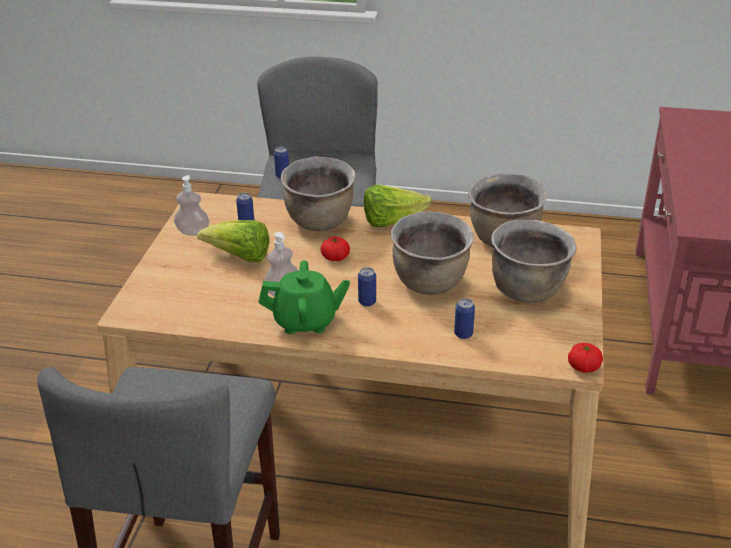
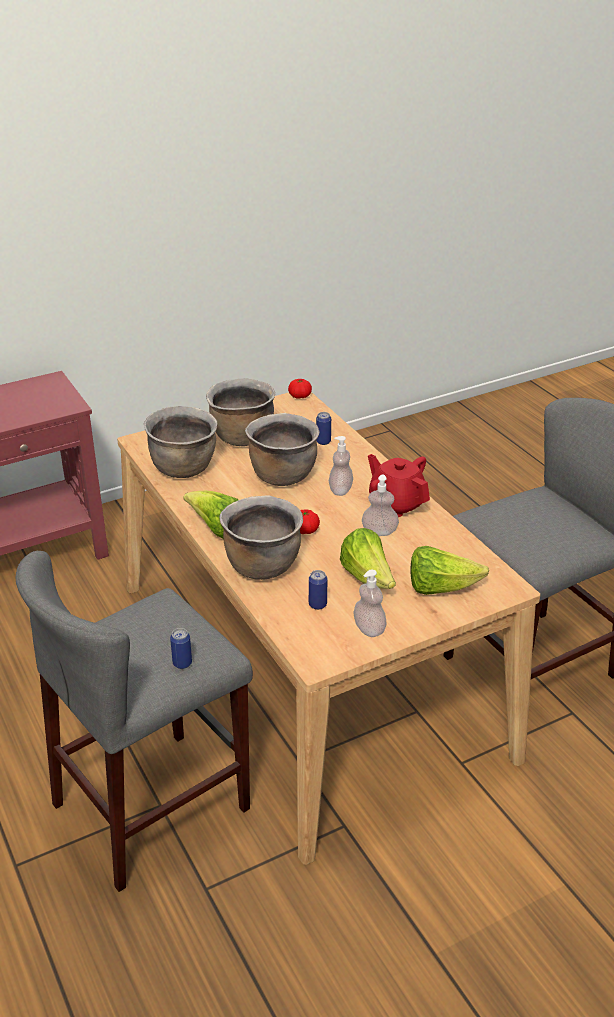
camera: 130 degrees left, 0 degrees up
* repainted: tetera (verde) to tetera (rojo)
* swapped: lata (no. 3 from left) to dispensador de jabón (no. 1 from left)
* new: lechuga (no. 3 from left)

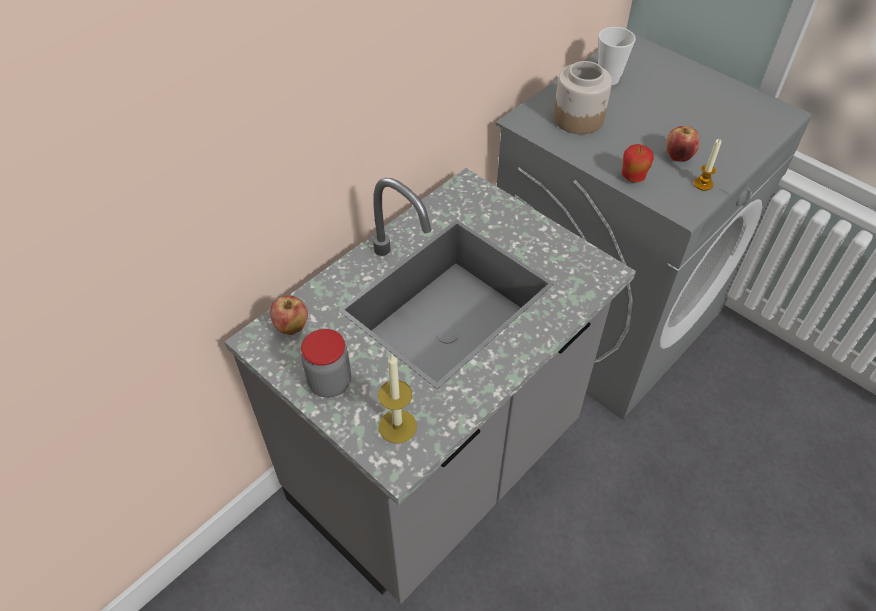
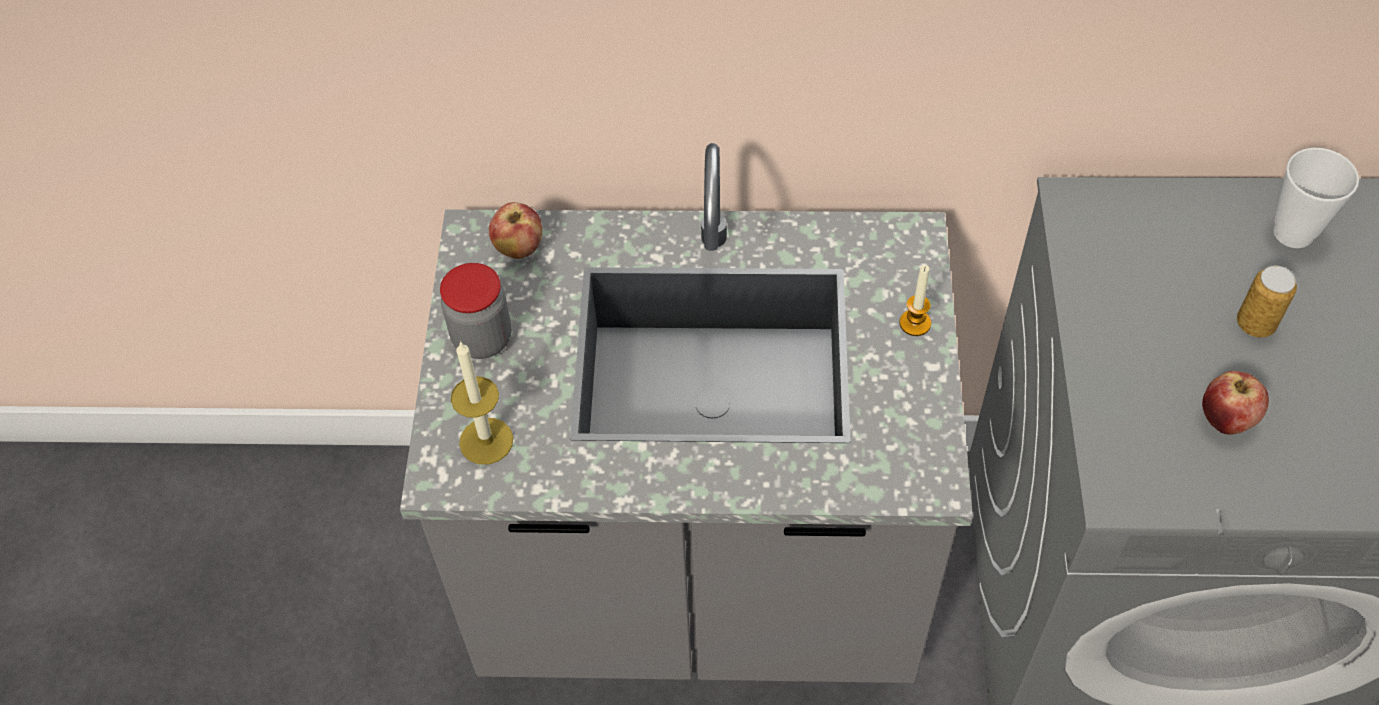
camera: 50 degrees right, 5 degrees up
* gone: tarro (no. 2 from left)
* gone: manzana (no. 2 from left)
* shifted: vela (no. 2 from left)
* new: lata

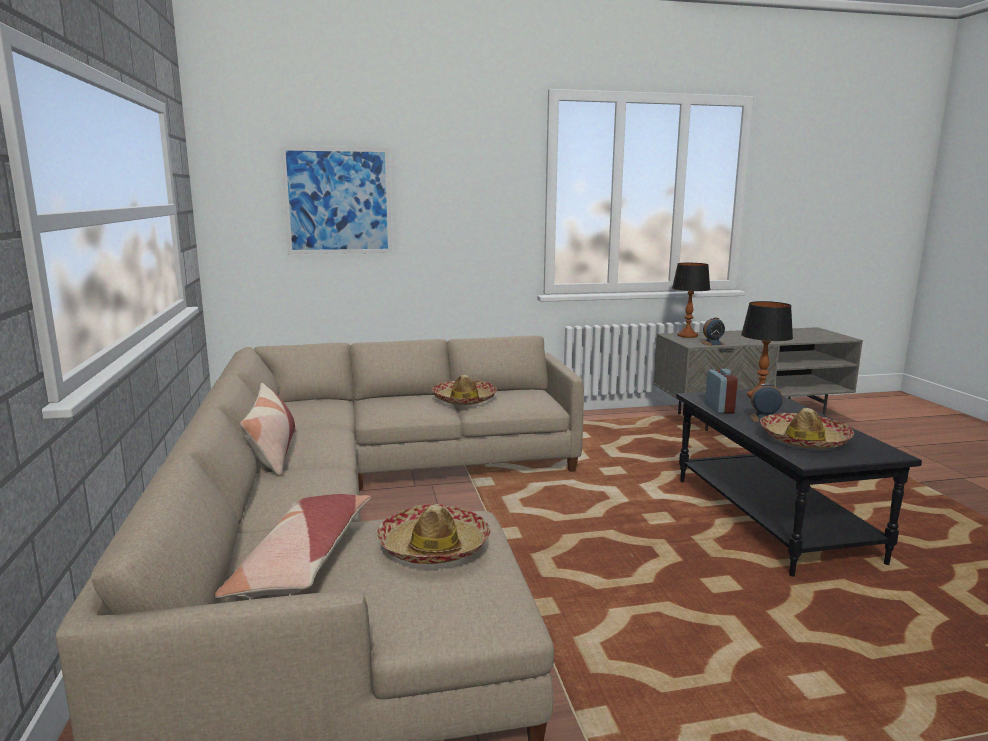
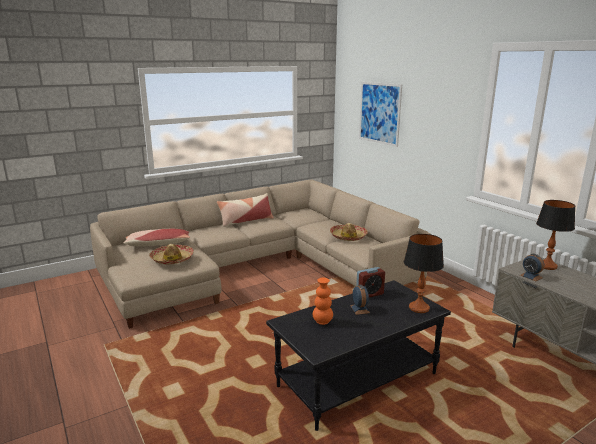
camera: 70 degrees right, 5 degrees up
* swapped: sombrero (no. 3 from left) to florero (naranja)

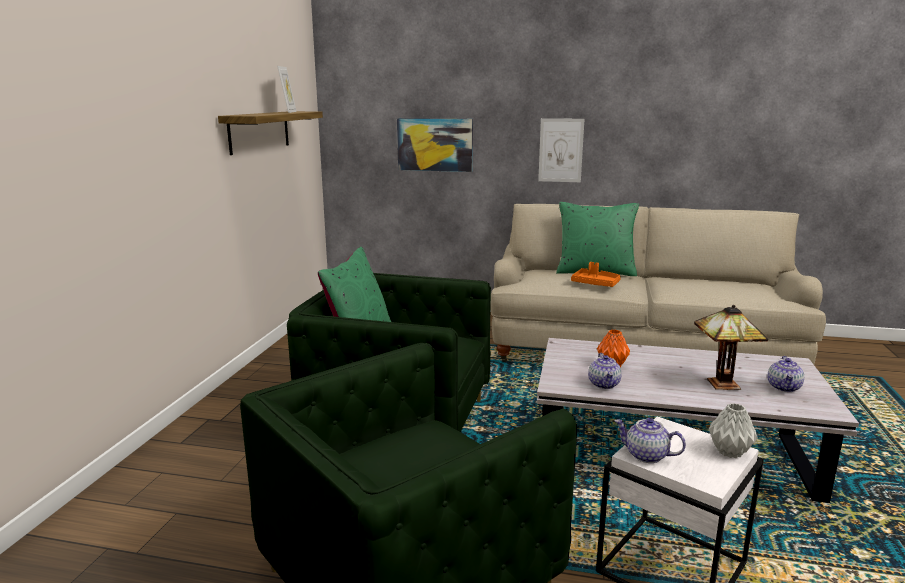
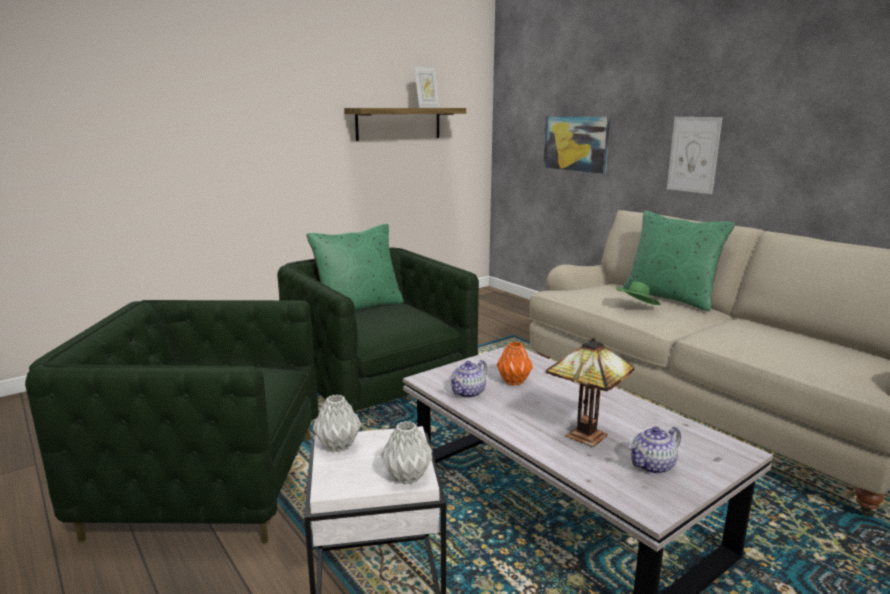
camera: 40 degrees right, 0 degrees up
* swapped: bandeja (naranja) to sombrero (verde)
* swapped: tetera (no. 2 from left) to florero (gris) (no. 1 from left)

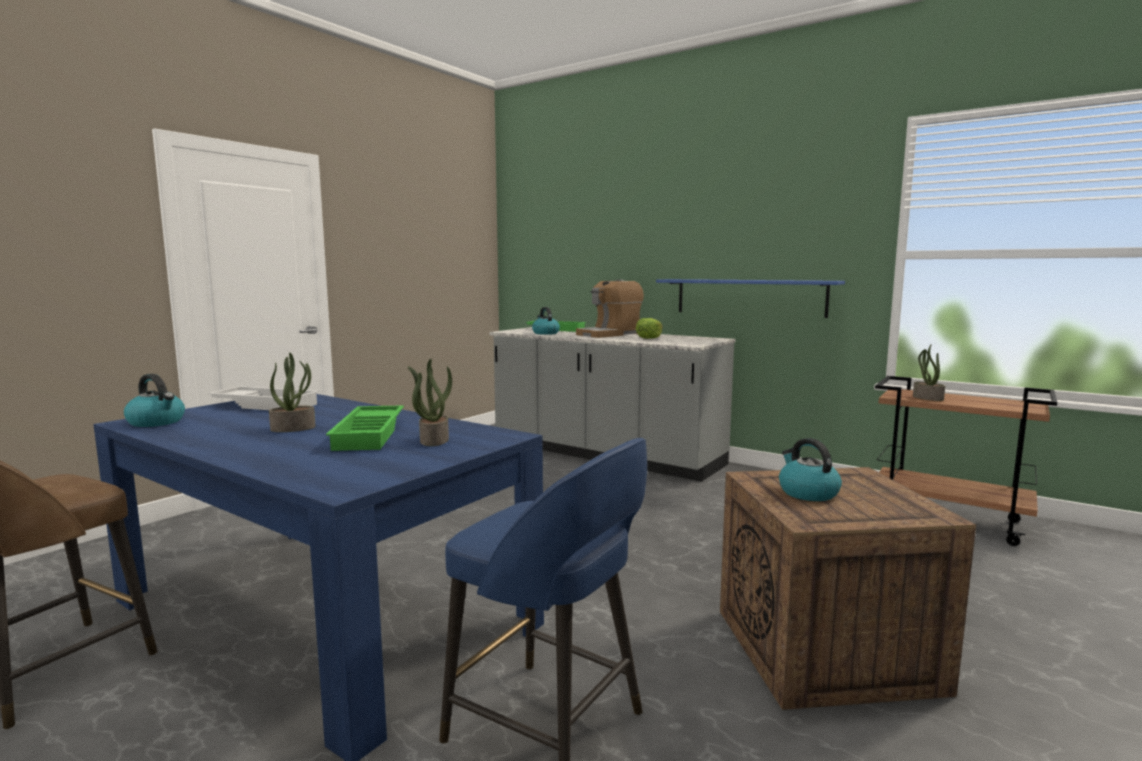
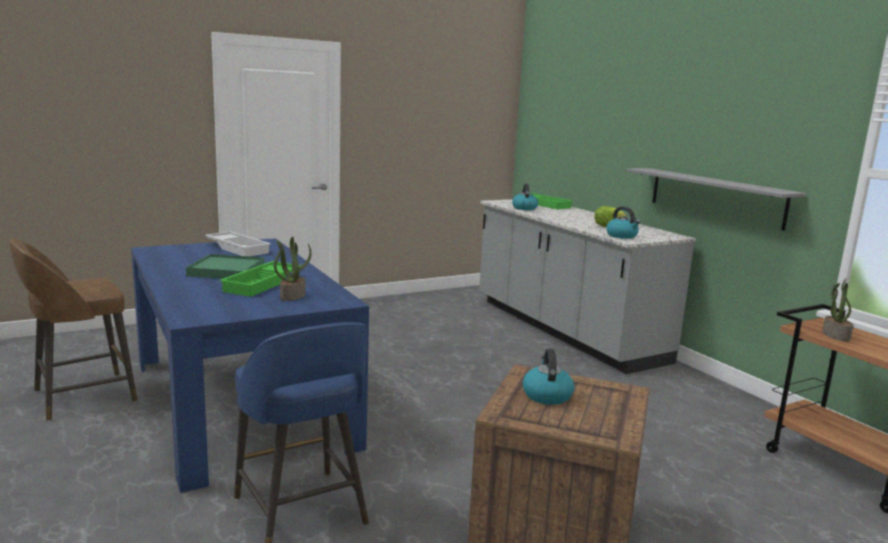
camera: 25 degrees right, 5 degrees up
* shifted: hervidor (no. 1 from left in the first image) to hervidor (no. 3 from left)
* swapped: planta en maceta (no. 1 from left) to bandeja (verde) (no. 1 from left)
* gone: cafetera
* repainted: estante (azul) to estante (gris)

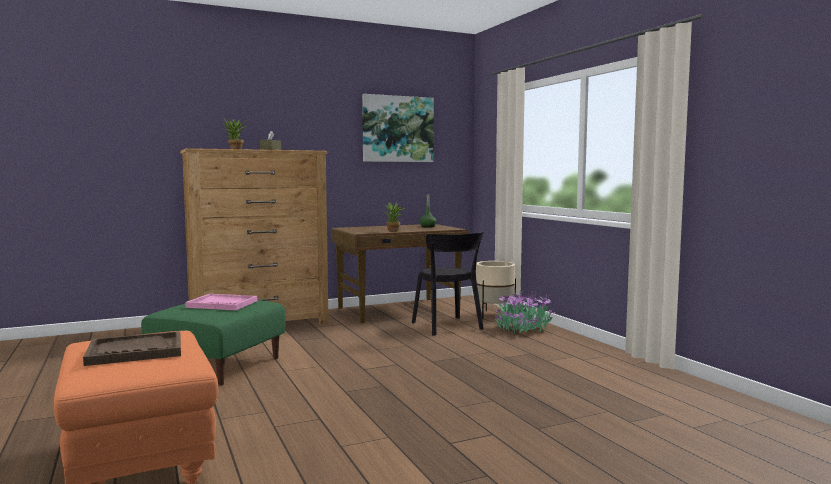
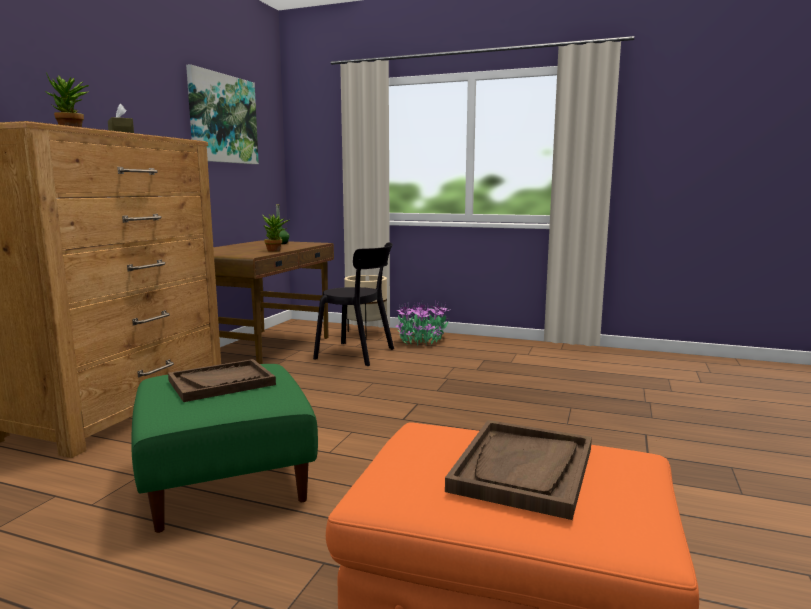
camera: 45 degrees left, 5 degrees up
* repainted: bandeja (rosa) to bandeja (marrón) (no. 1 from left)

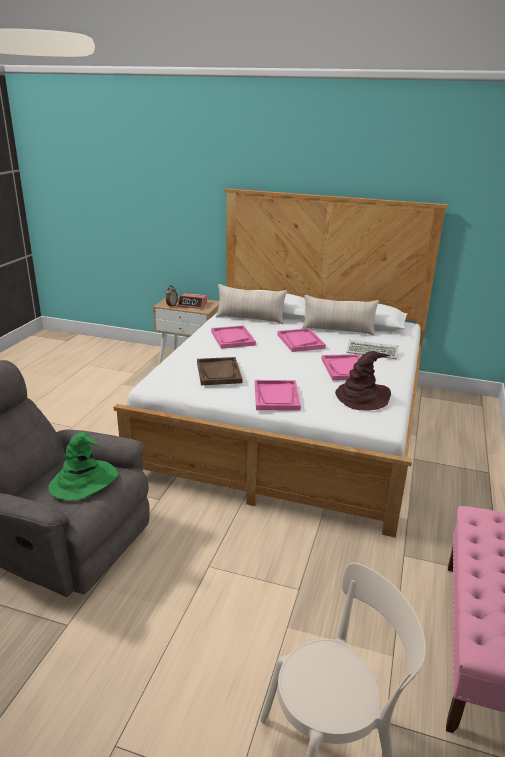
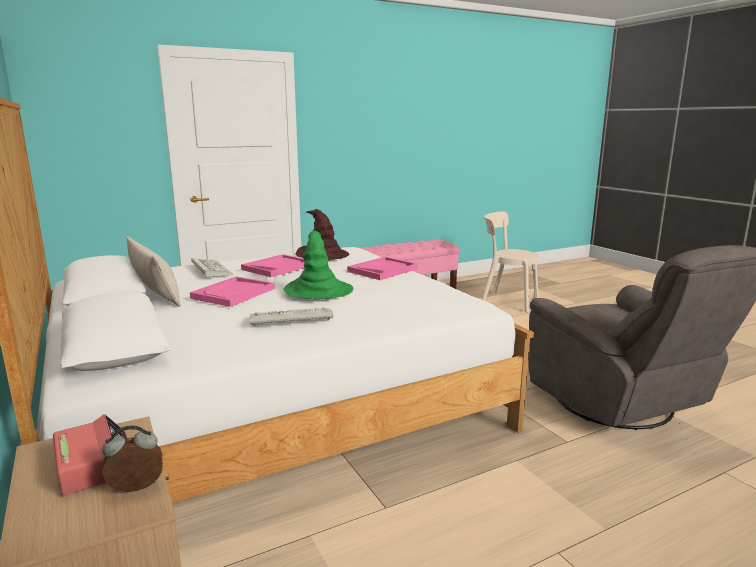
camera: 135 degrees left, 10 degrees down
* shifted: sombrero (verde)
* gone: bandeja (marrón)
* swapped: bandeja (rosa) (no. 1 from left) to teclado (no. 2 from left)
* gone: cojín (beis) (no. 1 from left)

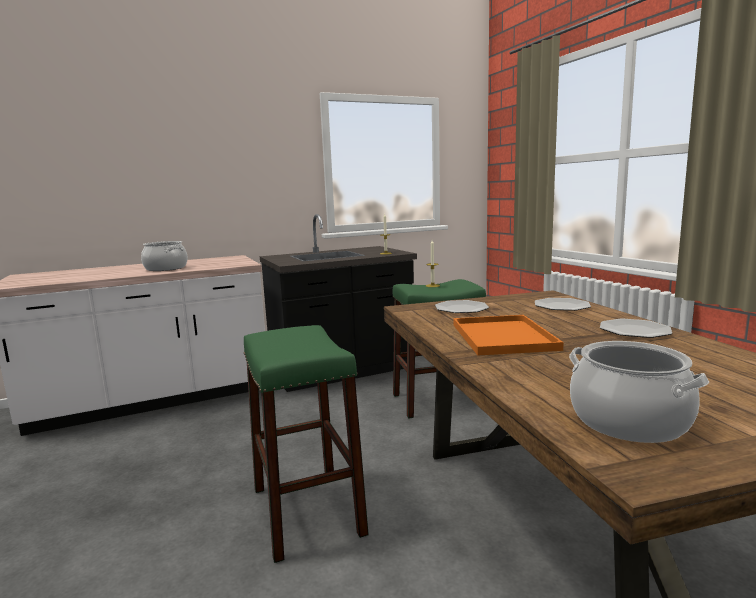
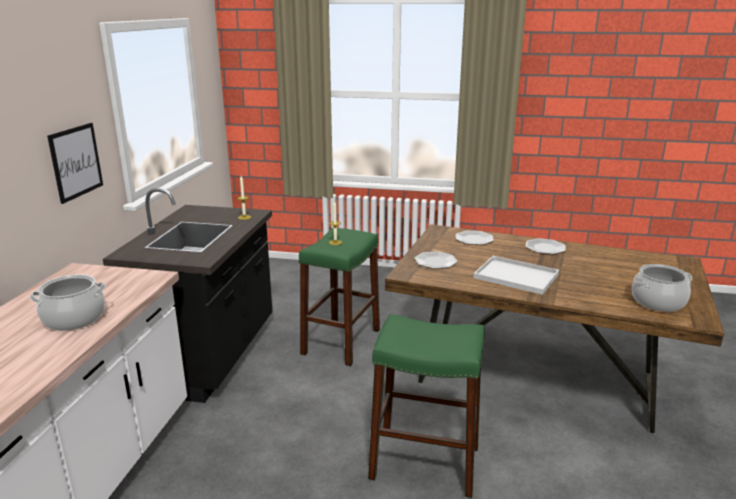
camera: 55 degrees left, 10 degrees up
* repainted: bandeja (naranja) to bandeja (blanco)
* new: cuadro

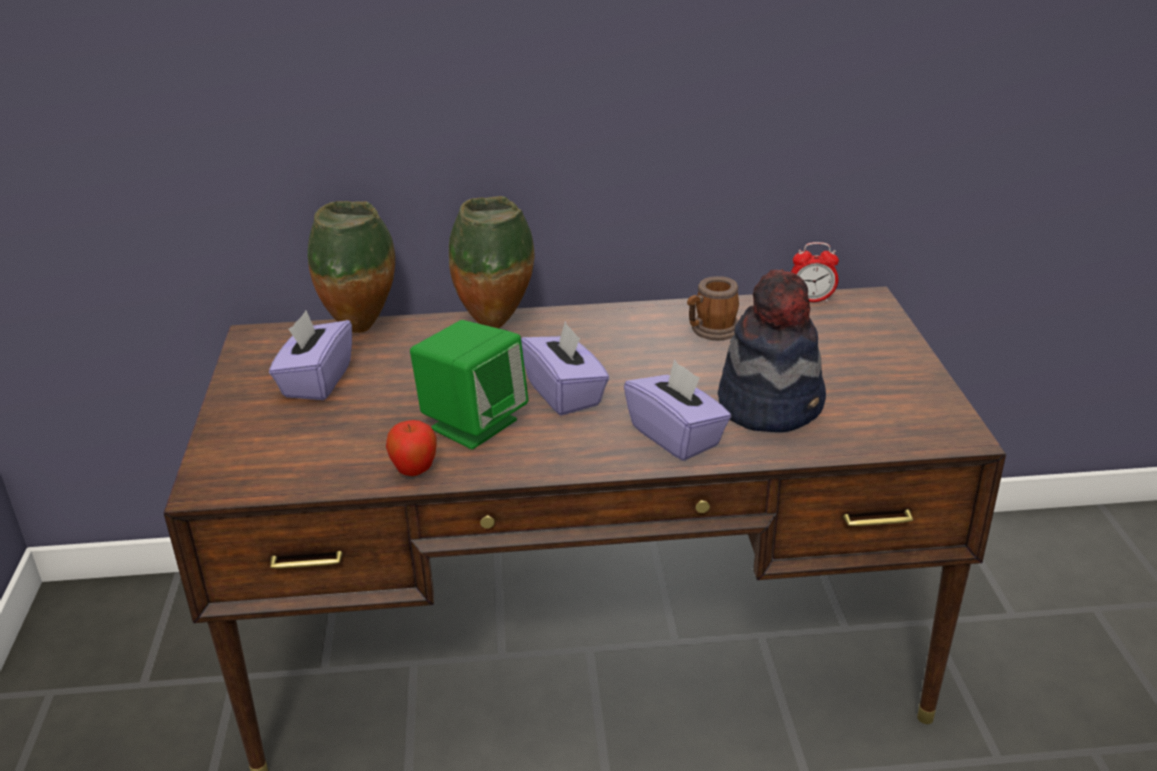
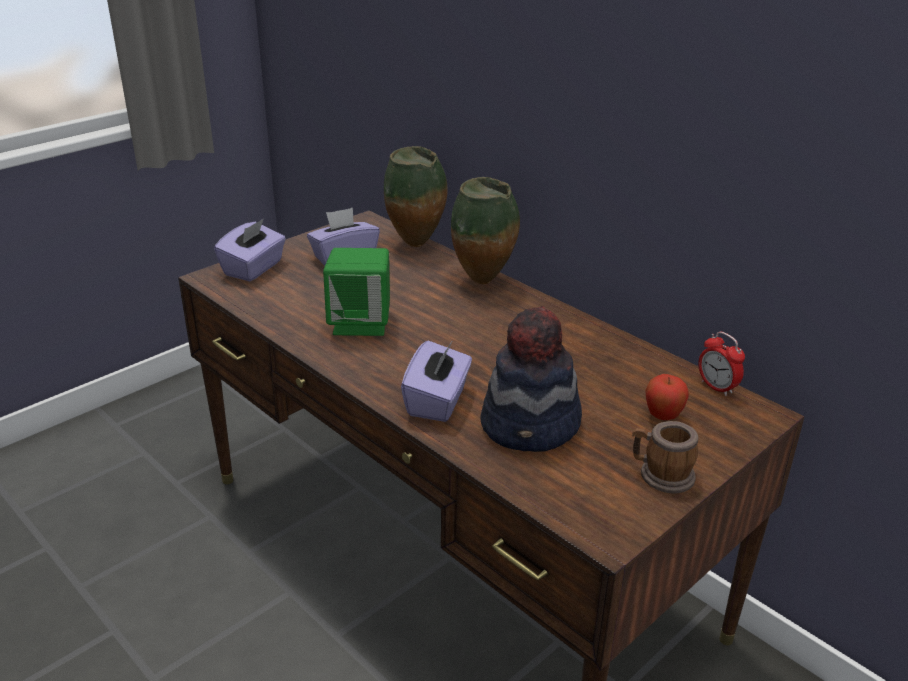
camera: 50 degrees right, 0 degrees up
* shifted: manzana
* shifted: caja de pañuelos (morado) (no. 2 from left in the first image) to caja de pañuelos (morado) (no. 1 from left)
* shifted: taza grande

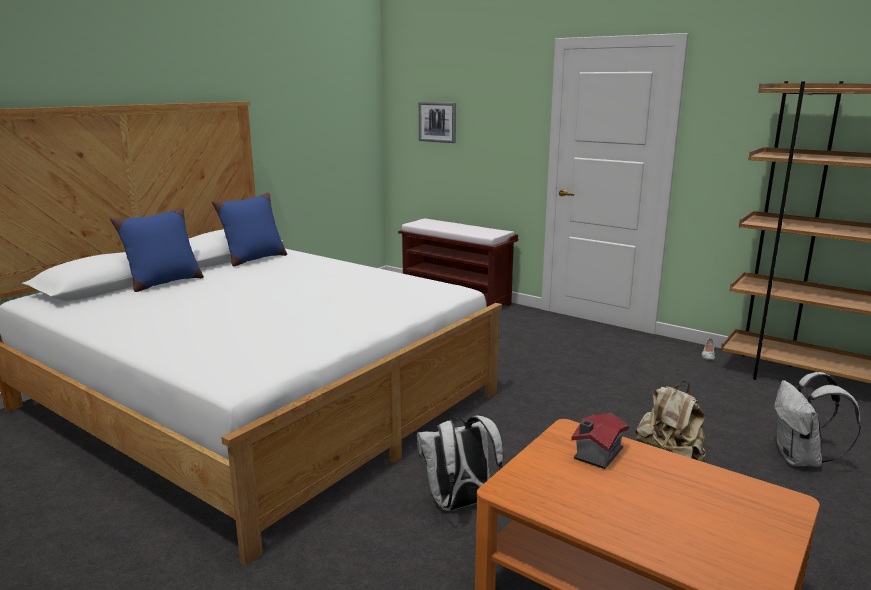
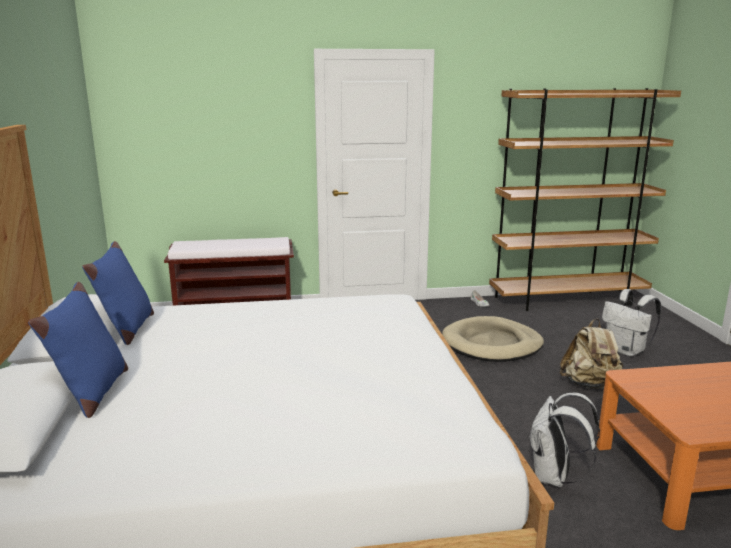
camera: 45 degrees left, 0 degrees up
* gone: cuadro
* gone: casita
* new: cama para perro (beis)

